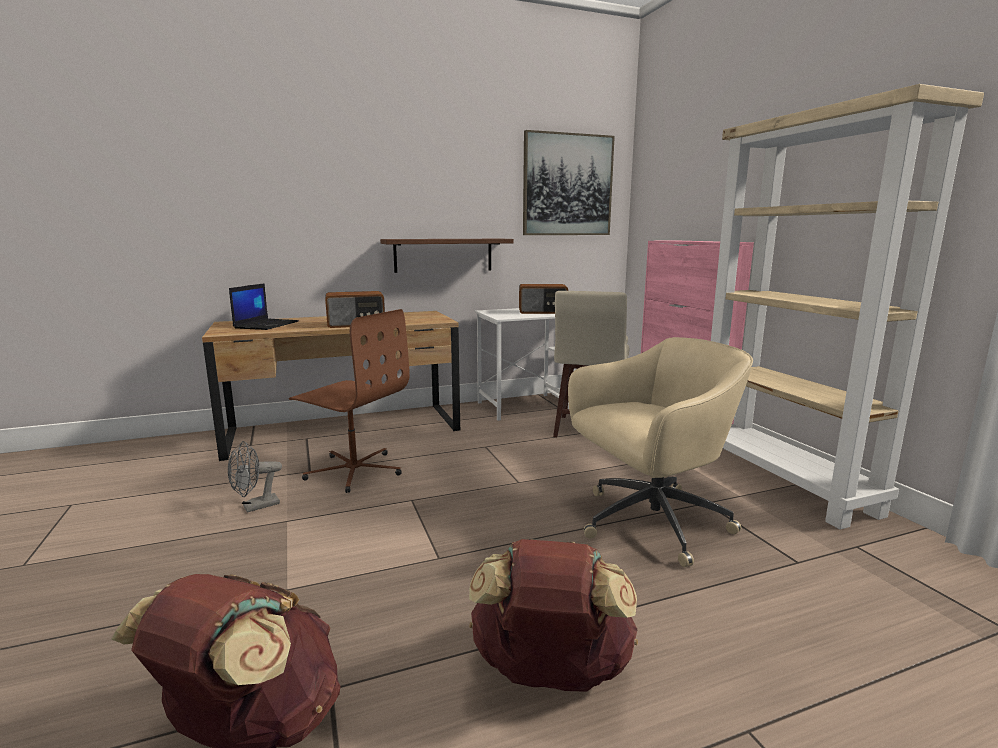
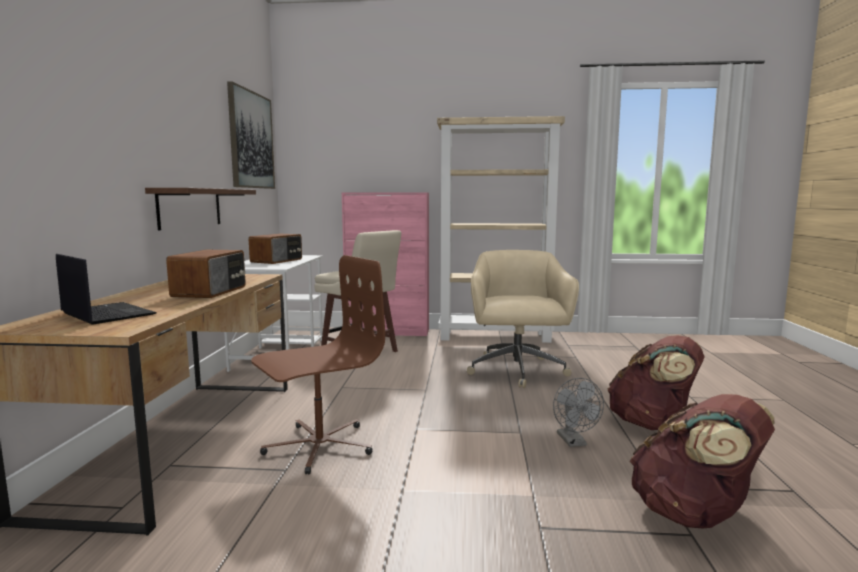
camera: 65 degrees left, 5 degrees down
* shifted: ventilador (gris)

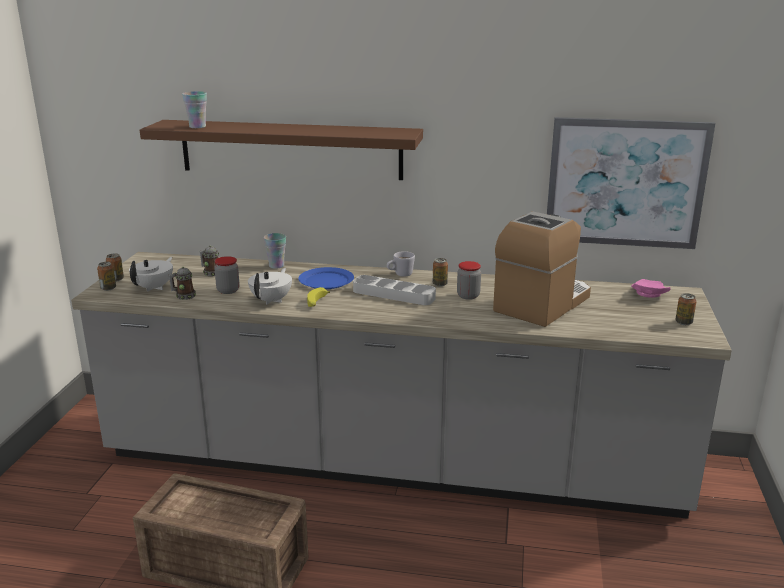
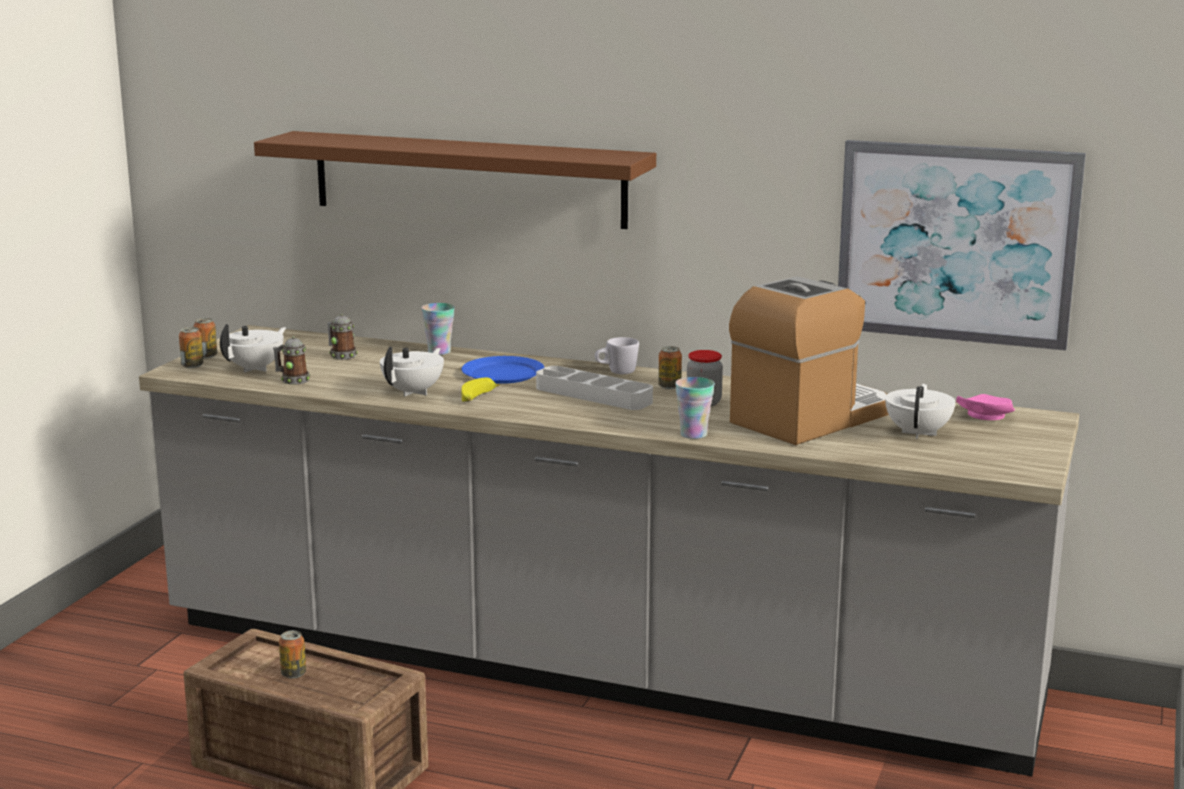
camera: 10 degrees right, 5 degrees down
* shifted: taza (no. 1 from left in the first image) to taza (no. 2 from left)
* gone: tarro (no. 1 from left)
* shifted: lata (no. 4 from left in the first image) to lata (no. 3 from left)
* new: tetera (blanco) (no. 3 from left)

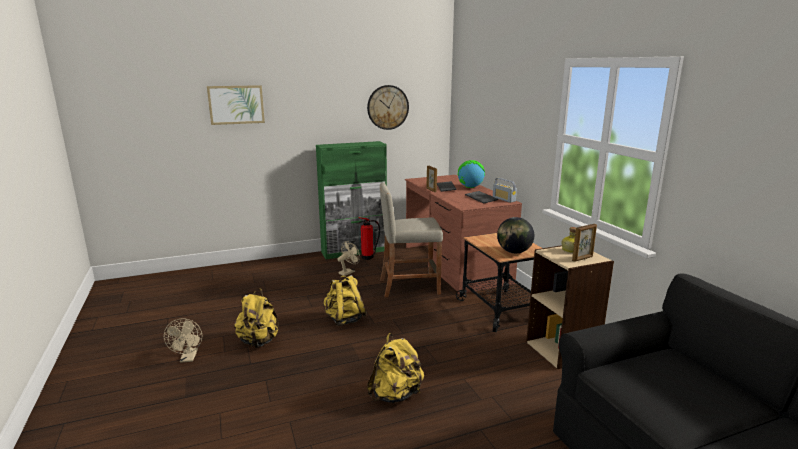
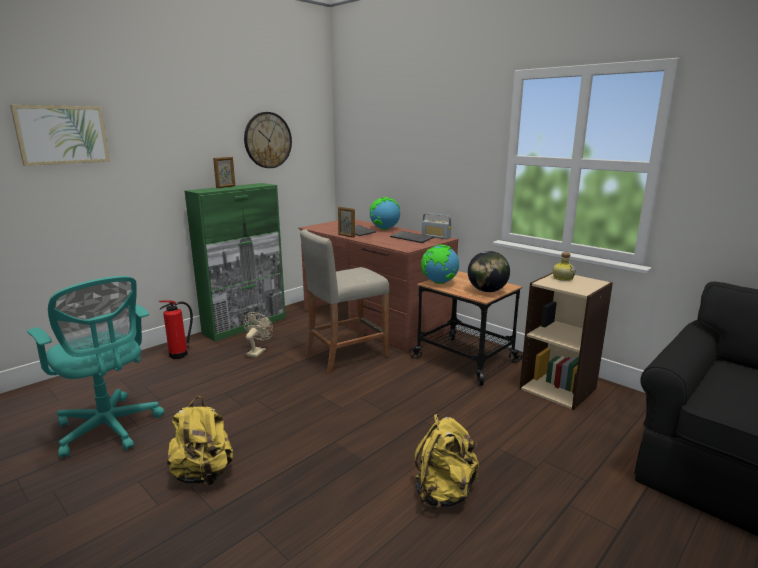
camera: 25 degrees left, 0 degrees up
* gone: ventilador (beis) (no. 1 from left)
* gone: mochila (amarillo) (no. 2 from left)
* shifted: extintor
* shifted: portarretratos (no. 2 from left in the first image) to portarretratos (no. 1 from left)
* new: silla de oficina (turquesa)
* new: globo terráqueo (no. 2 from left)

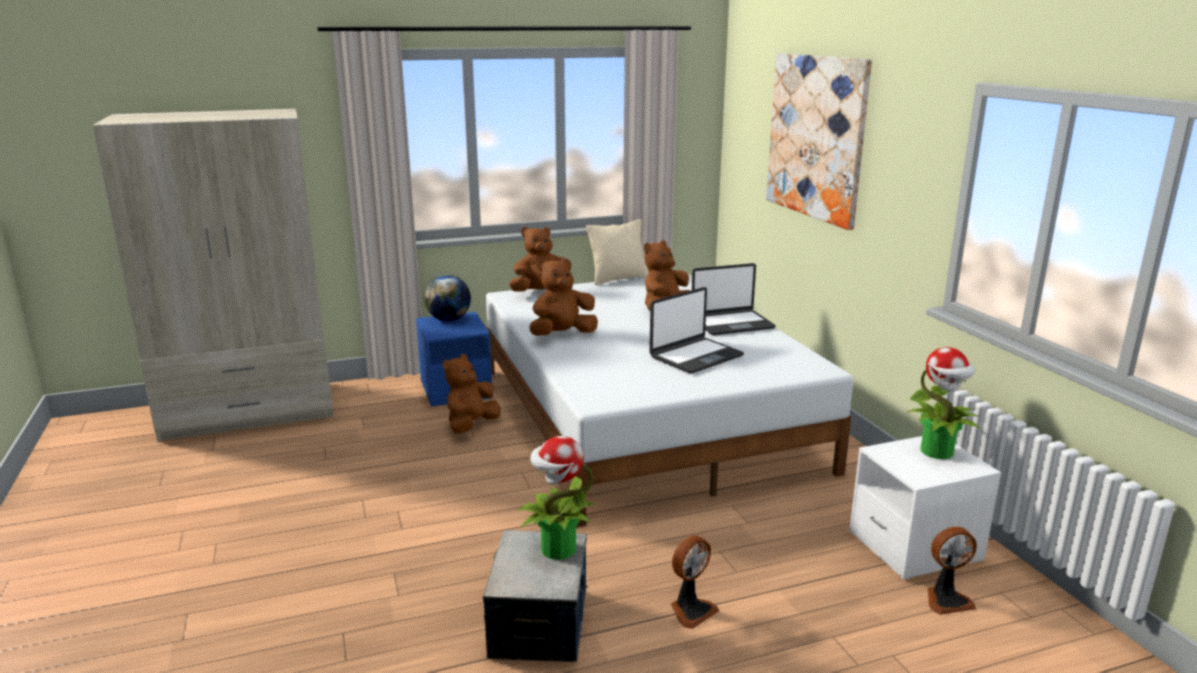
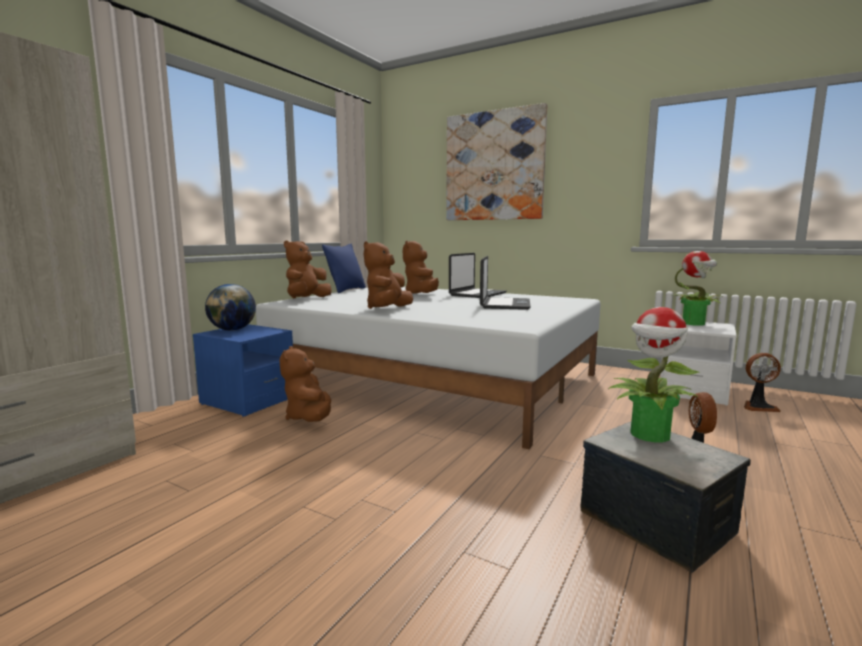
camera: 40 degrees left, 10 degrees down
* repainted: cojín (beis) to cojín (azul)
* rotated: ventilador (no. 2 from left) 60 degrees clockwise

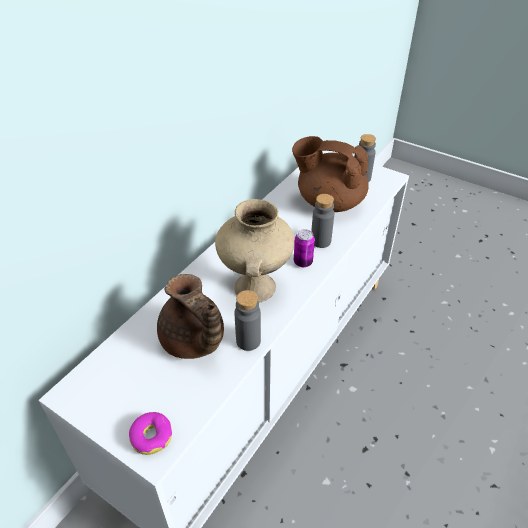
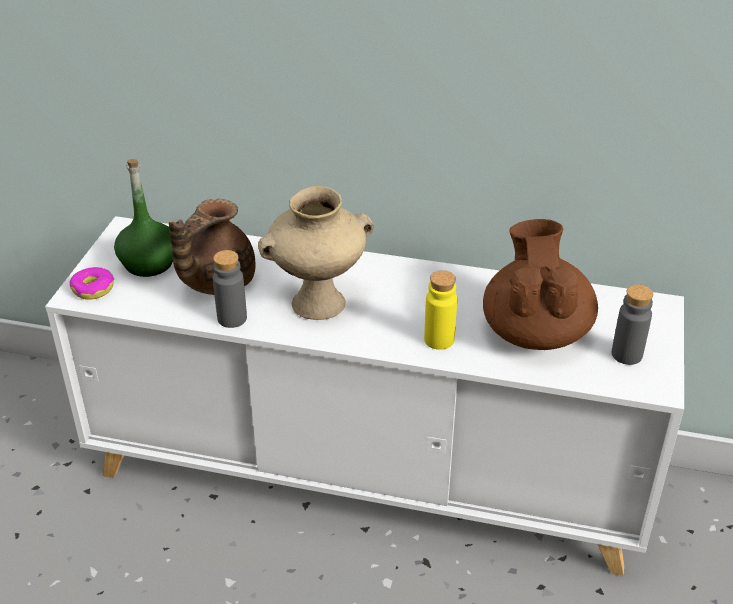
camera: 70 degrees right, 5 degrees down
* gone: lata
* repainted: botella (gris) (no. 2 from left) to botella (amarillo)
* new: botella (verde)

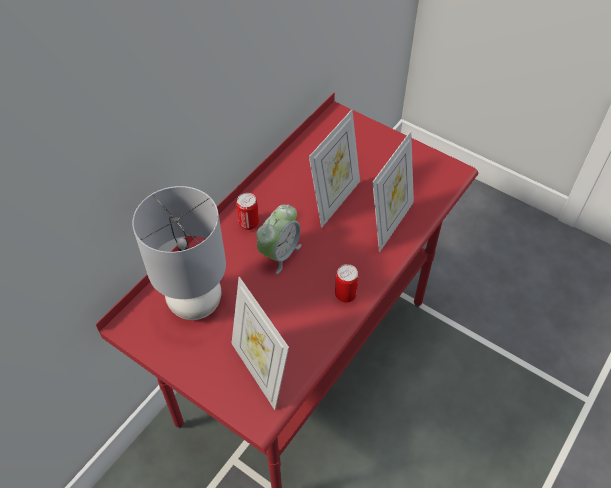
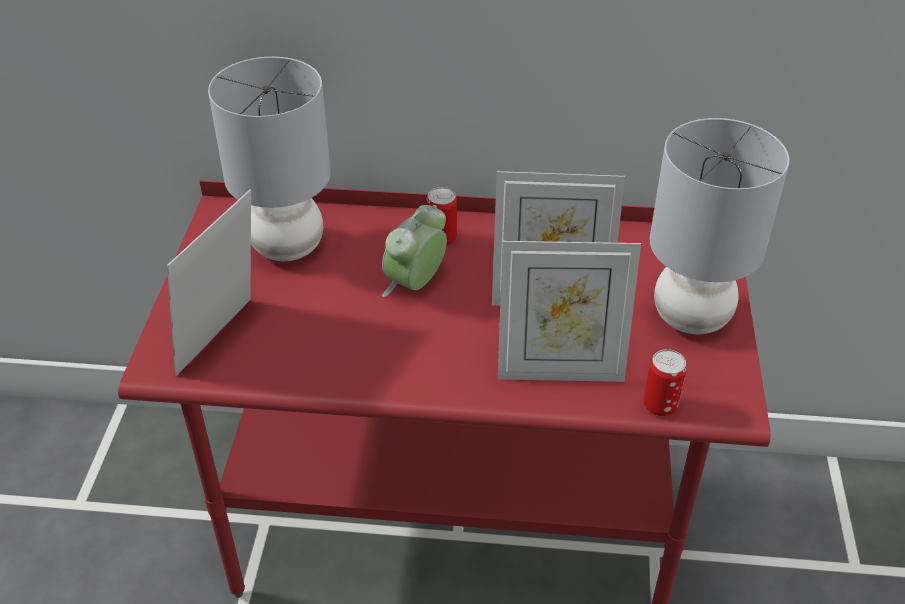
camera: 60 degrees right, 10 degrees down
* rotated: despertador 120 degrees clockwise
* shifted: lata (no. 2 from left)
* new: lámpara de mesa (gris) (no. 2 from left)

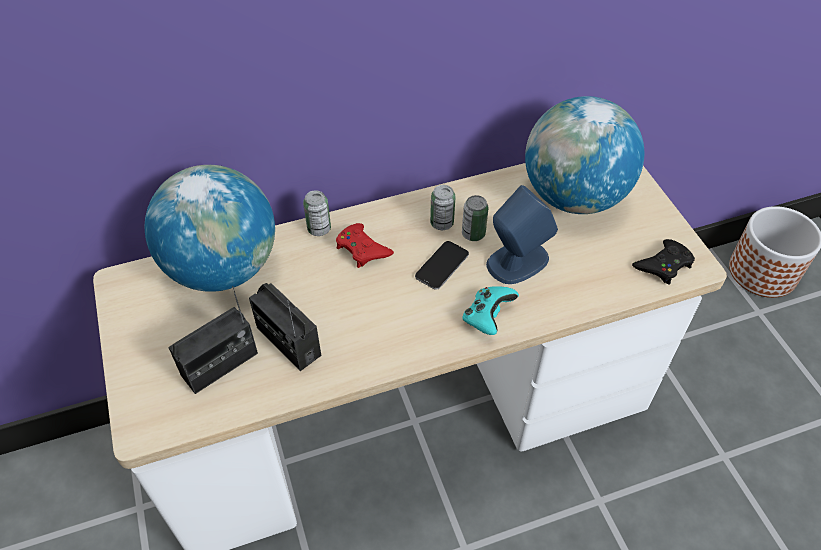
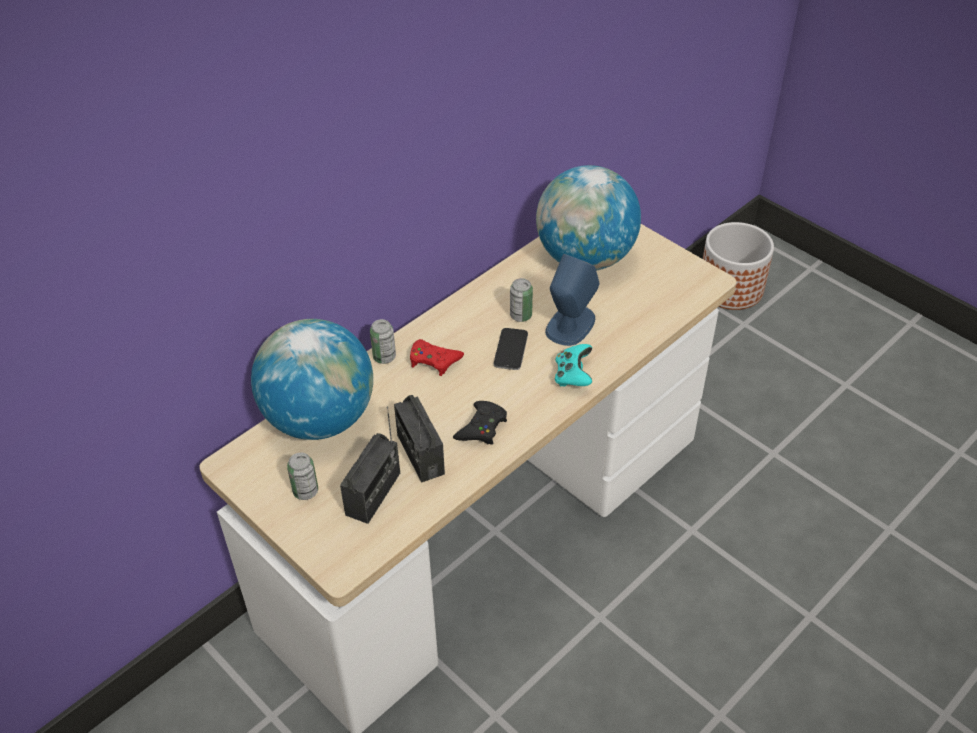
camera: 25 degrees left, 5 degrees down
* rotated: radio (no. 2 from left) 45 degrees clockwise
* shifted: lata (no. 2 from left in the first image) to lata (no. 1 from left)
* shifted: mando de consola (negro)

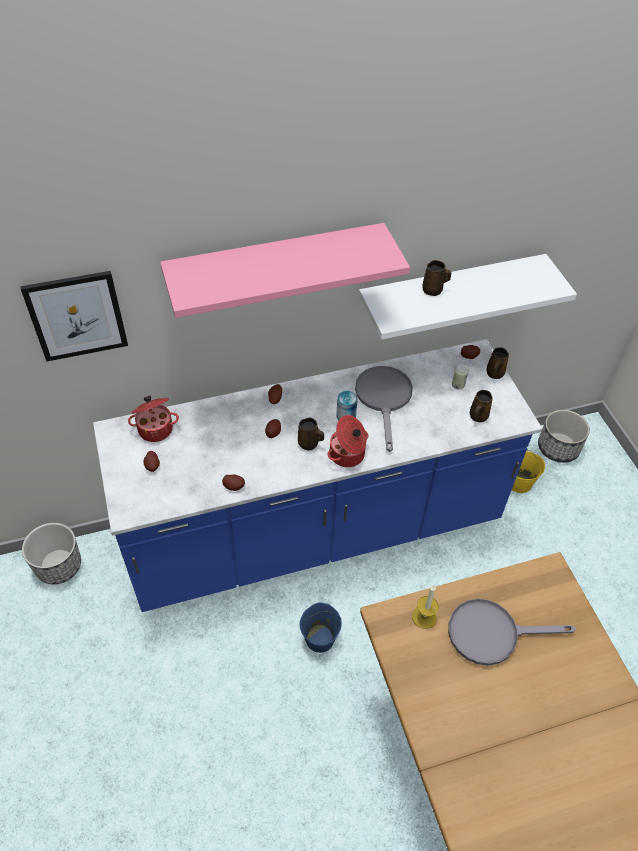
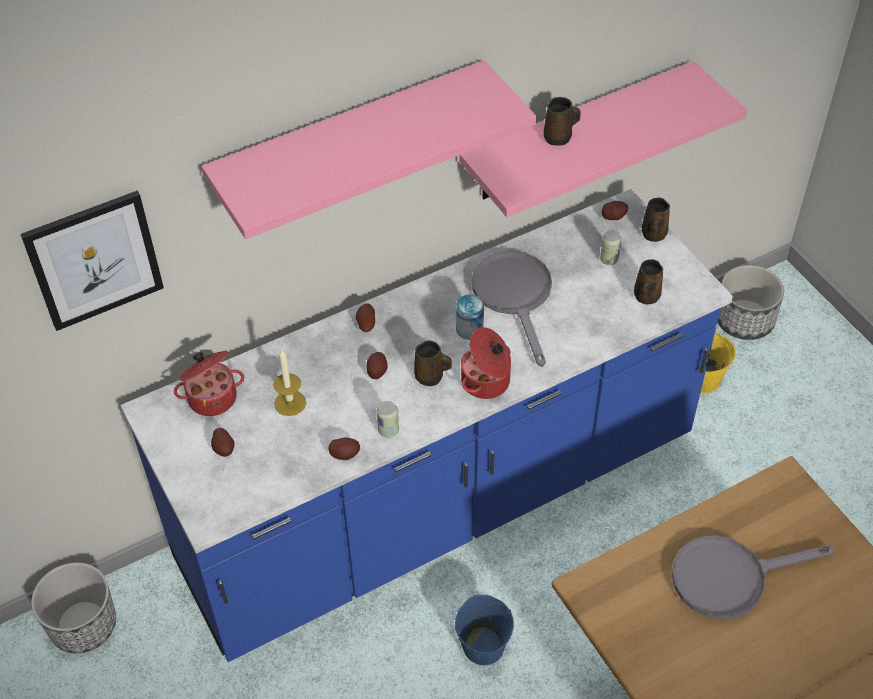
camera: 10 degrees left, 0 degrees up
* repainted: estante (blanco) to estante (rosa) (no. 2 from left)
* shifted: vela
* new: lata (no. 1 from left)

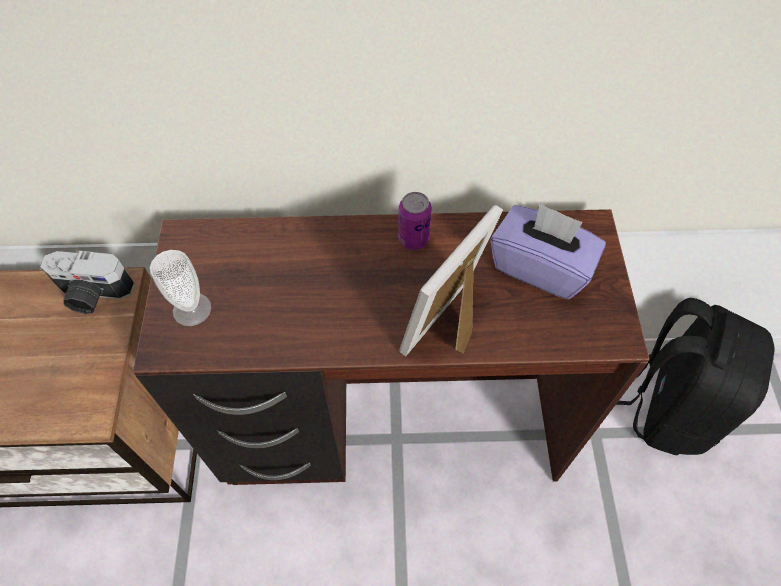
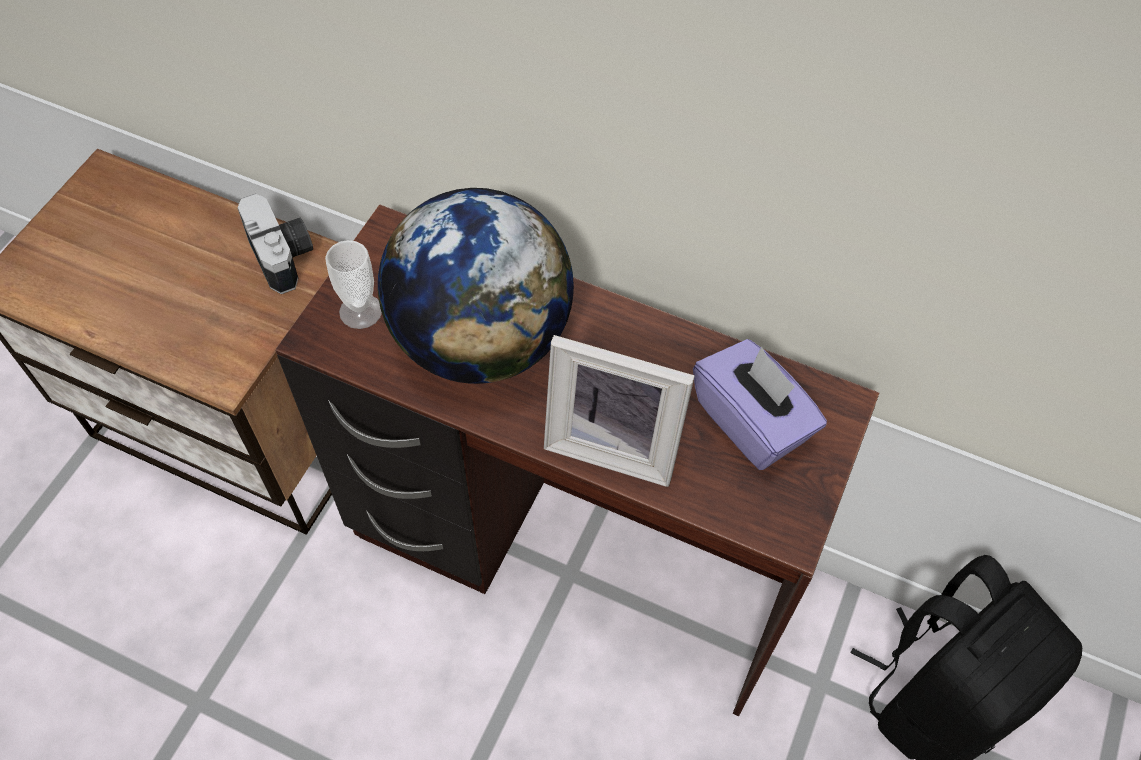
camera: 25 degrees right, 0 degrees up
* rotated: cámara 150 degrees counterclockwise
* gone: lata
* rotated: portarretratos 135 degrees counterclockwise
* new: globo terráqueo

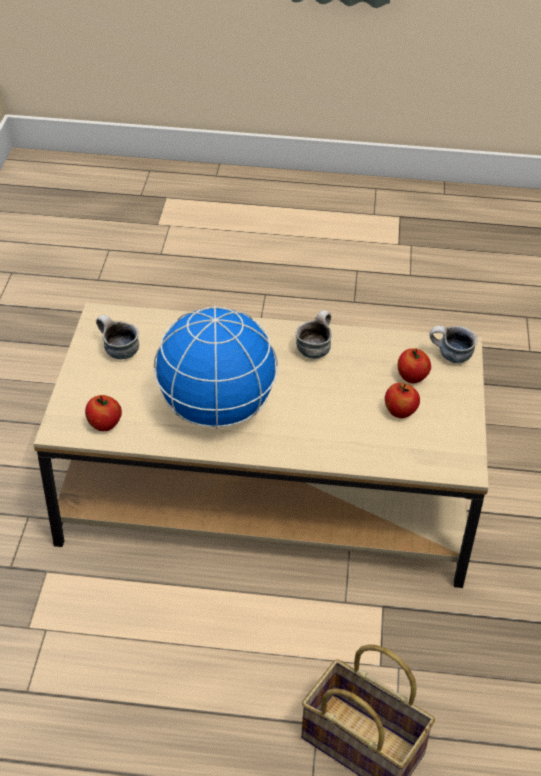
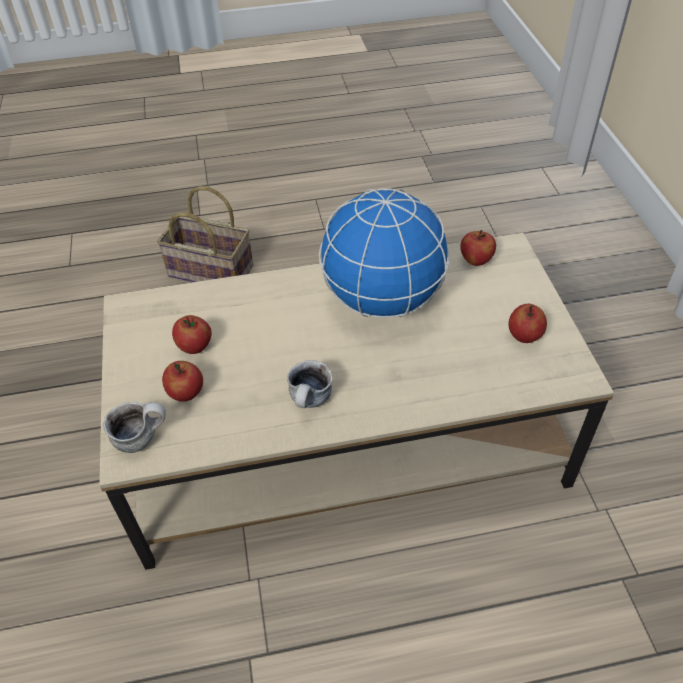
camera: 165 degrees right, 5 degrees up
* swapped: taza grande (no. 1 from left) to manzana (no. 4 from left)

